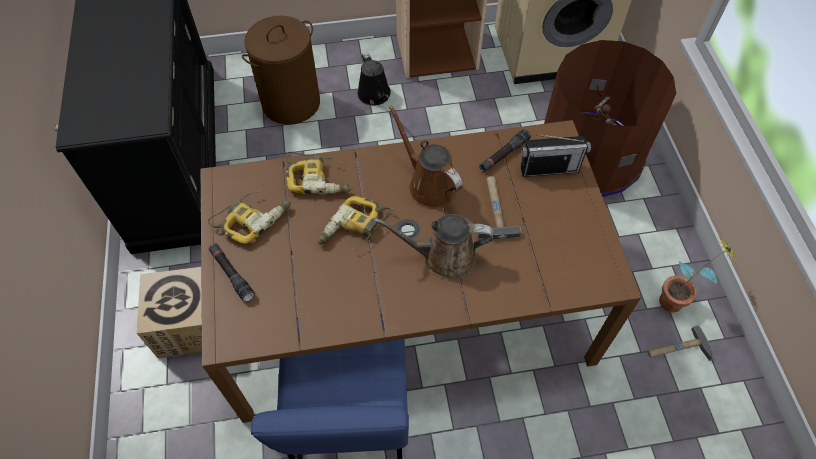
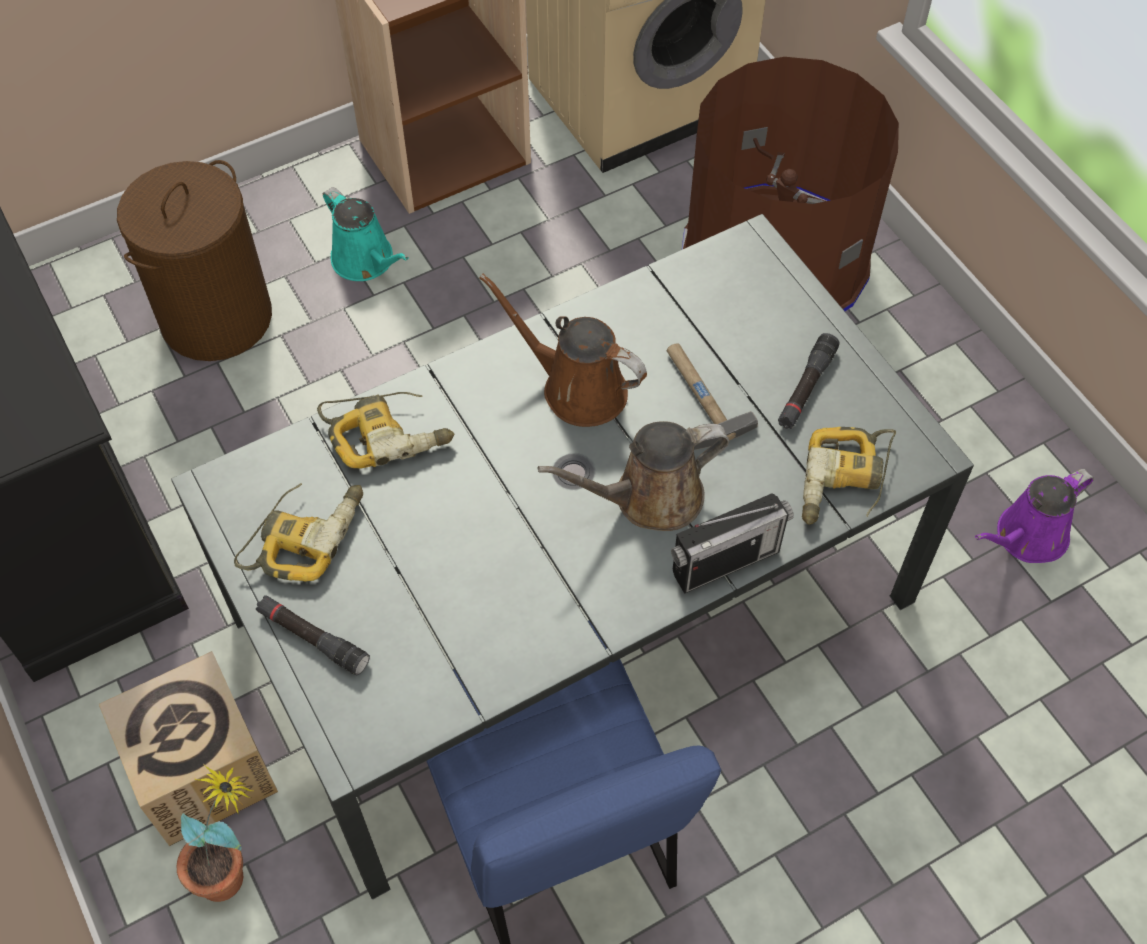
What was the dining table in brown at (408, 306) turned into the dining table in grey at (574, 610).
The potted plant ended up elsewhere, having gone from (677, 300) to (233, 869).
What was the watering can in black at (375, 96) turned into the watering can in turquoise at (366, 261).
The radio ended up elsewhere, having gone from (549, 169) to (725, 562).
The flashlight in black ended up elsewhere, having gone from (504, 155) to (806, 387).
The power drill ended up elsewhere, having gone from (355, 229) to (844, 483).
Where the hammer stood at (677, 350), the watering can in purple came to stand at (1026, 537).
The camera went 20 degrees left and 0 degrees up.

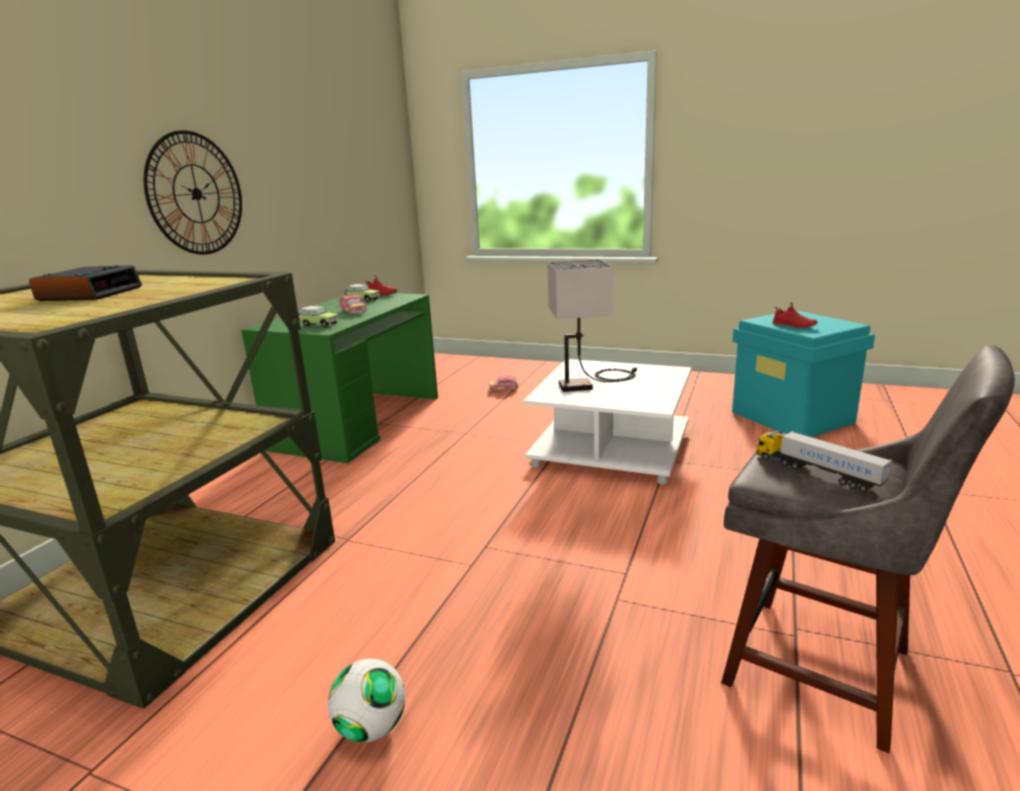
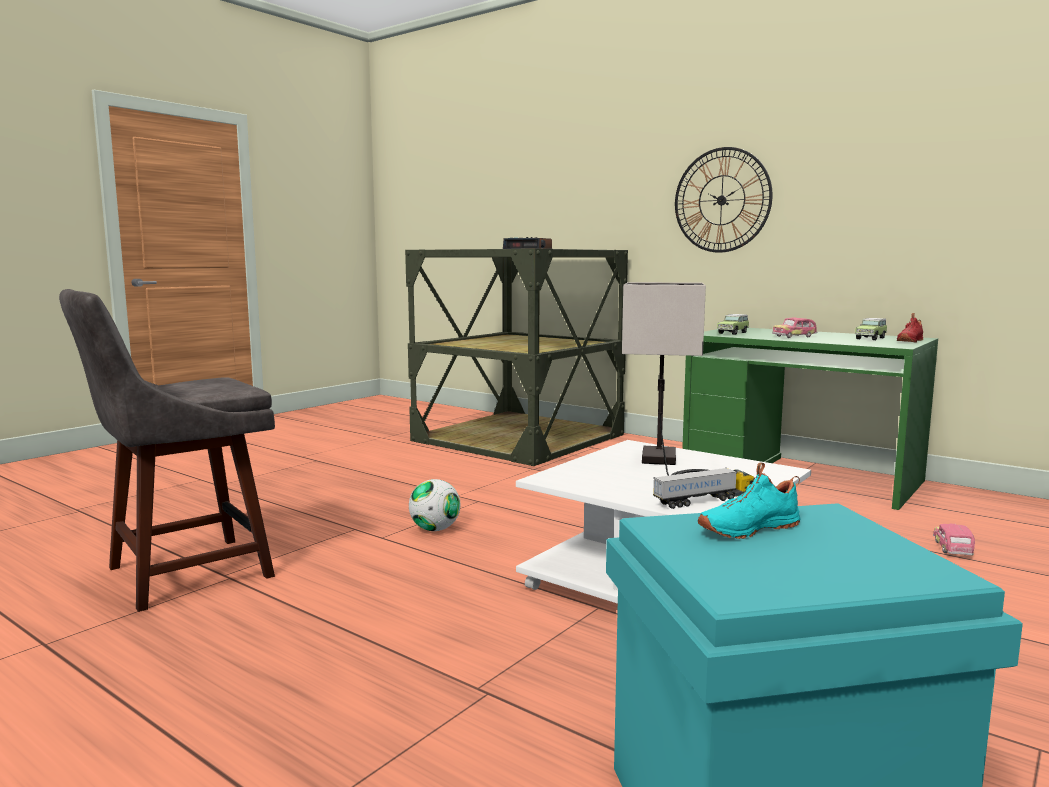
The football ended up elsewhere, having gone from (371, 728) to (435, 529).
The toy truck ended up elsewhere, having gone from (816, 472) to (704, 500).
What was the shoe in red at (793, 326) turned into the shoe in turquoise at (747, 528).
The camera went 105 degrees right and 10 degrees down.

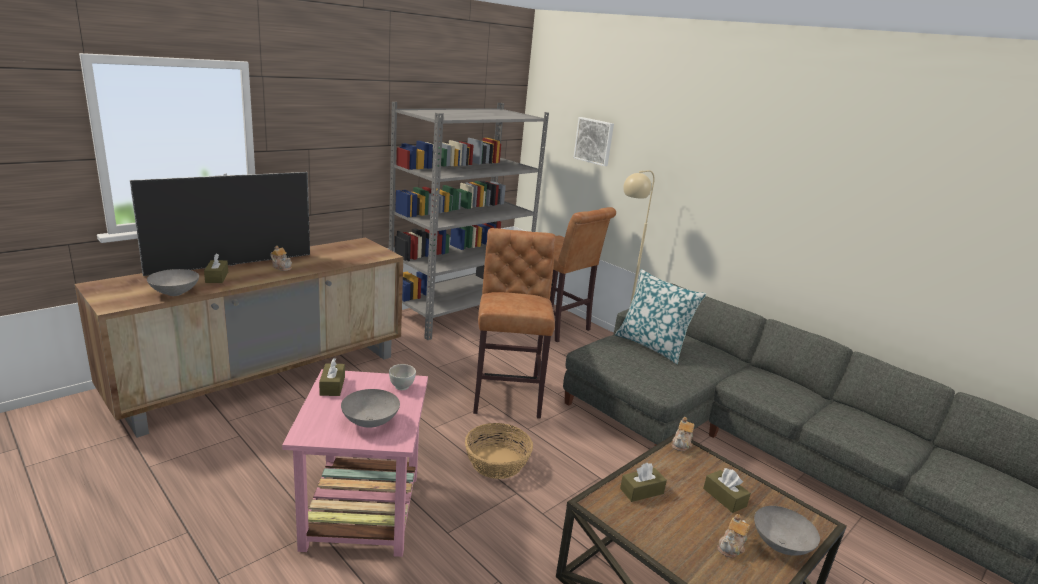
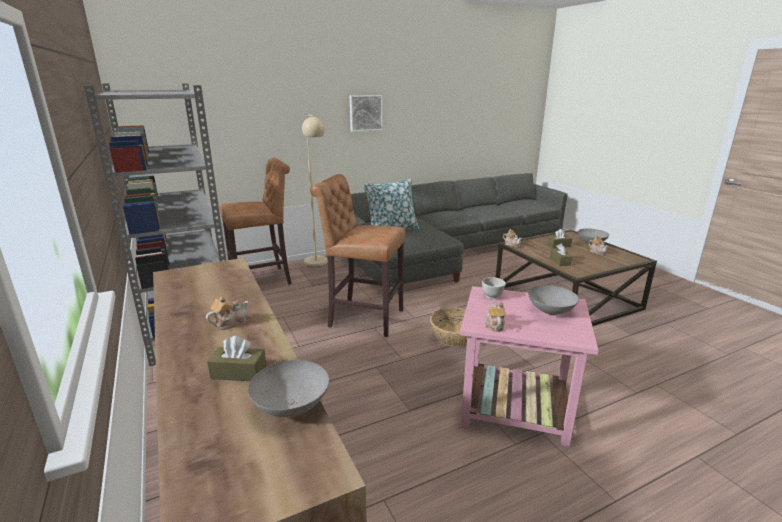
The picture ended up elsewhere, having gone from (594, 141) to (365, 113).
Where the tissue box in brown stood at (332, 386), the teapot came to stand at (494, 325).
The second view lost the television at (232, 264).
The camera went 70 degrees left and 0 degrees up.

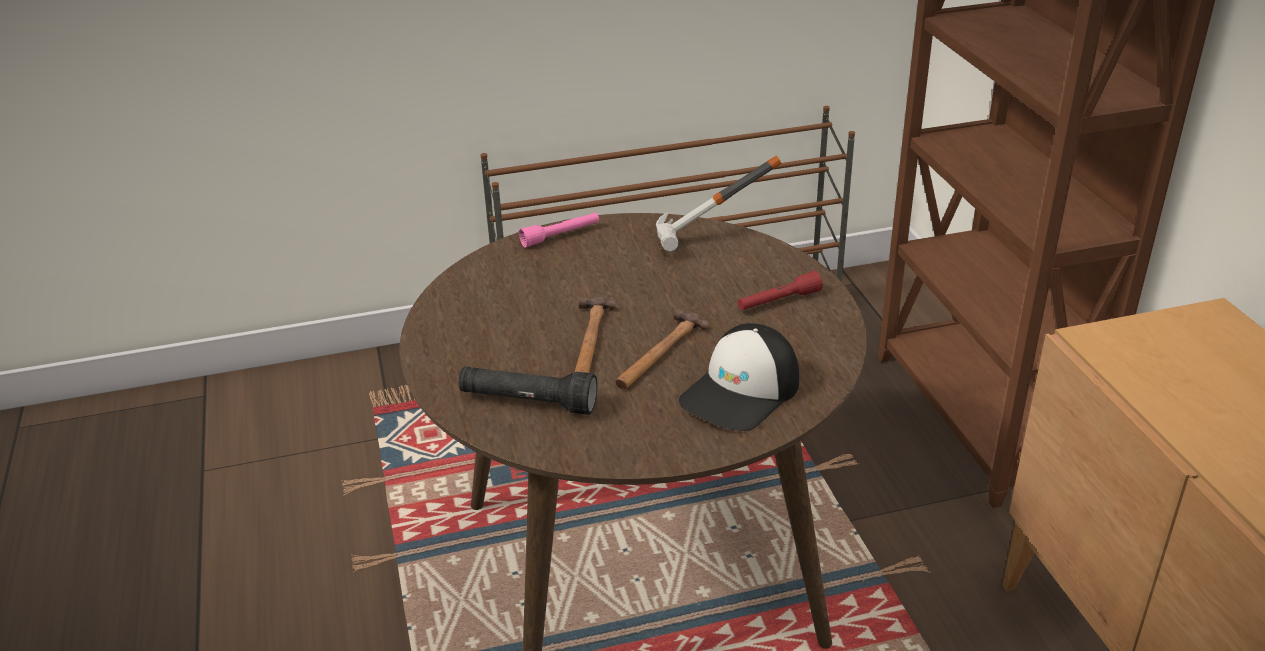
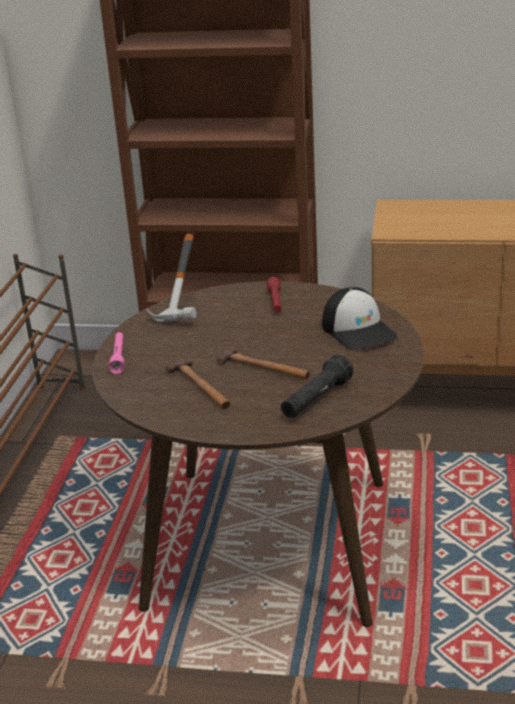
The hammer ended up elsewhere, having gone from (658, 353) to (200, 387).
The camera went 65 degrees left and 5 degrees down.

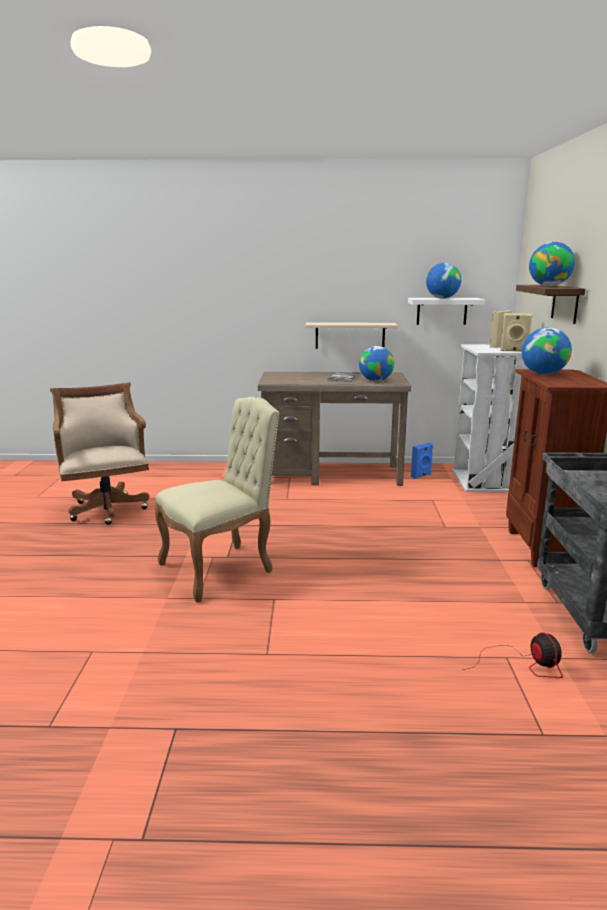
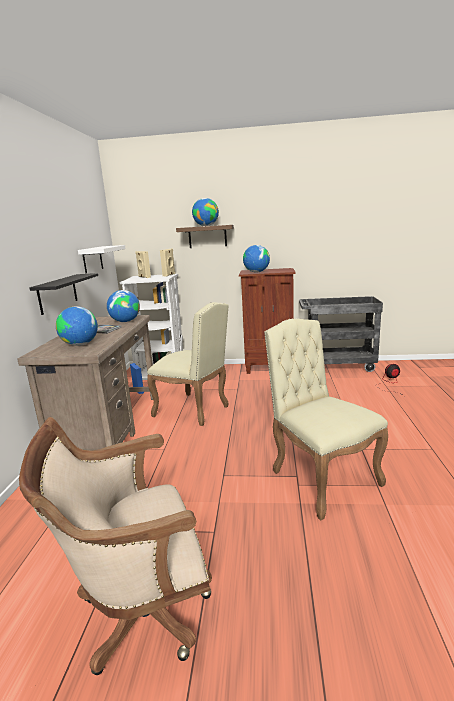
What was the shelf in beige at (350, 335) turned into the shelf in black at (58, 293).
The globe ended up elsewhere, having gone from (442, 298) to (80, 344).
The second view gained the chair in beige at (194, 410).
The camera went 85 degrees left and 0 degrees up.

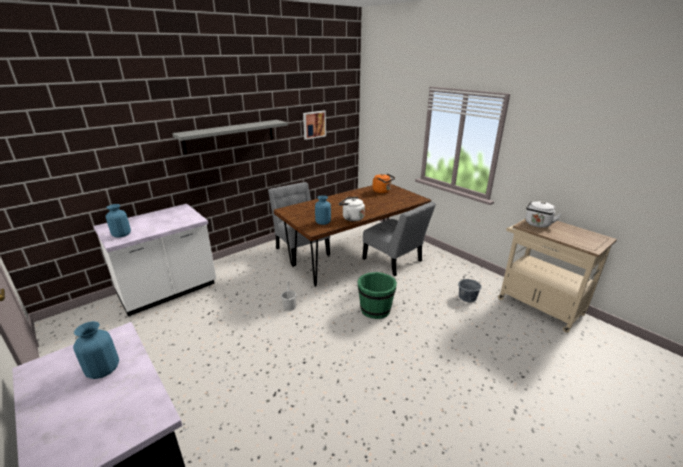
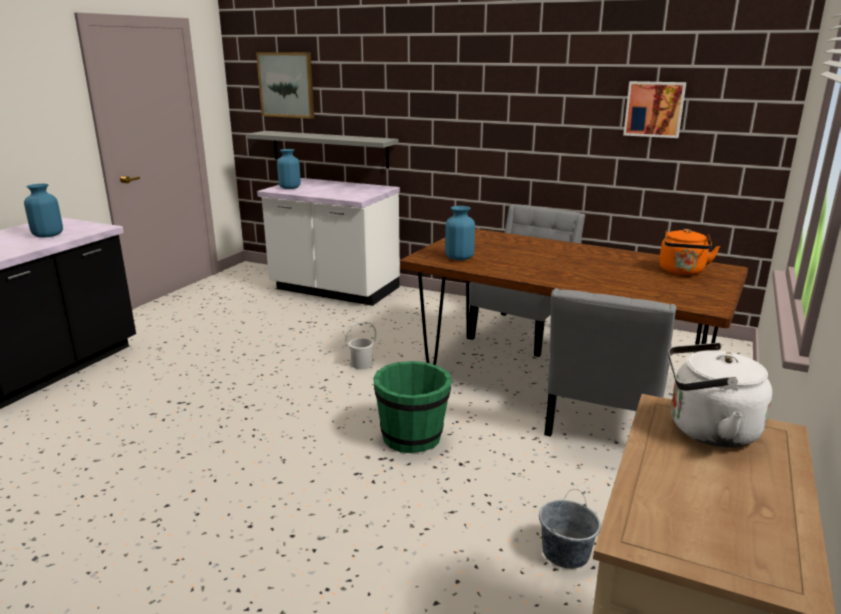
The shelf in grey ended up elsewhere, having gone from (230, 136) to (329, 149).
The second view gained the picture at (286, 85).
The second view lost the kettle in white at (351, 218).
The camera went 65 degrees right and 5 degrees down.

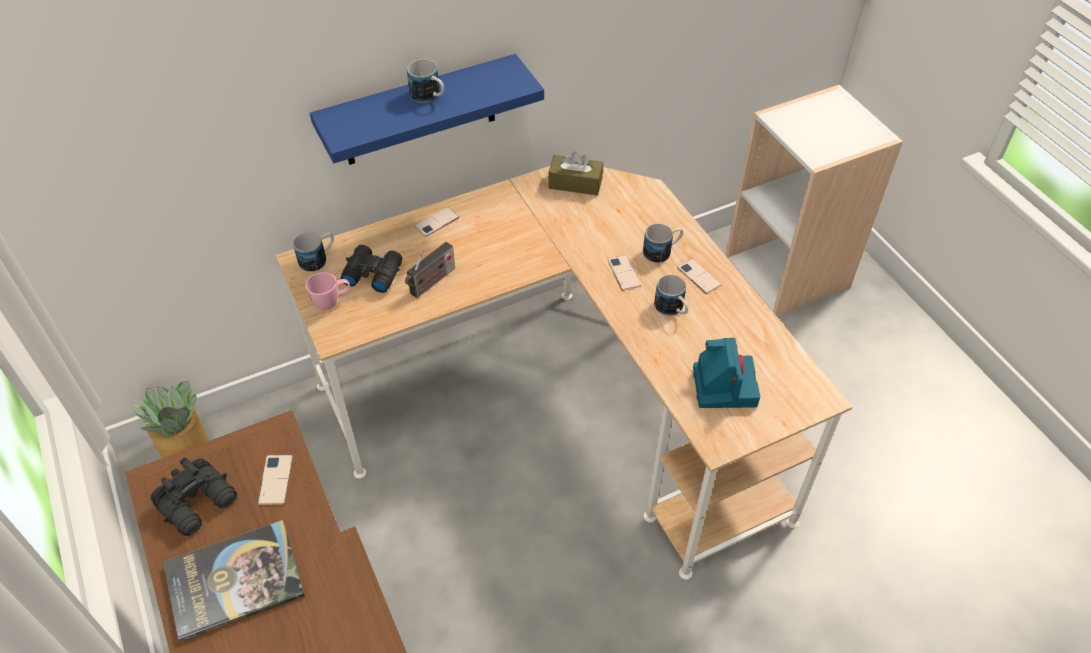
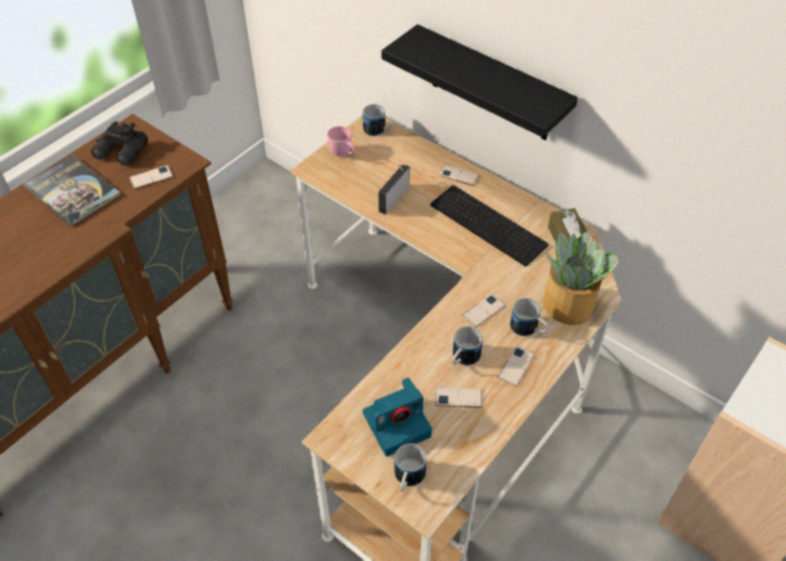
The radio at (431, 283) ended up facing another way, 105 degrees clockwise from before.
What was the shelf in blue at (419, 112) turned into the shelf in black at (491, 85).
The mug ended up elsewhere, having gone from (429, 97) to (407, 479).
The second view gained the keyboard at (490, 224).
The second view gained the phone at (458, 398).
The potted plant ended up elsewhere, having gone from (185, 445) to (568, 306).
The second view lost the binoculars in black at (372, 273).
The camera went 65 degrees right and 0 degrees up.

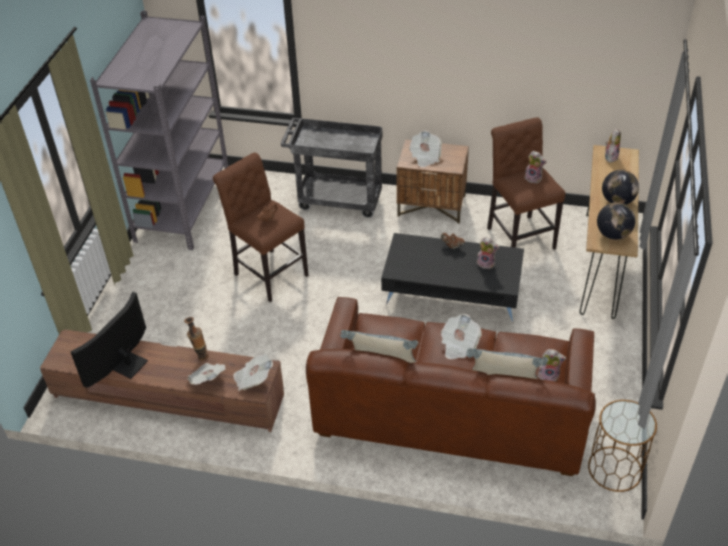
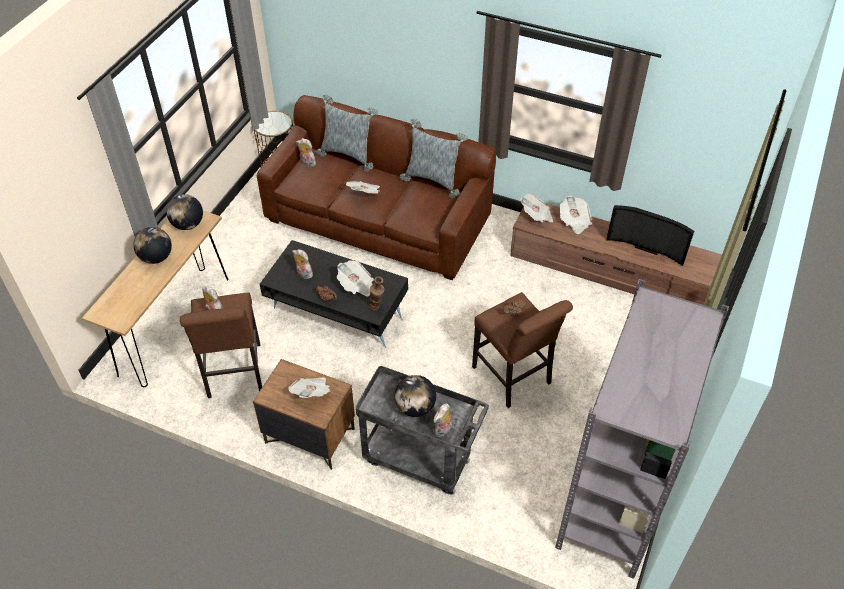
The second view gained the newspaper at (356, 285).
The vase ended up elsewhere, having gone from (200, 355) to (377, 309).
The second view gained the globe at (415, 407).
The plush toy ended up elsewhere, having gone from (610, 156) to (442, 431).
The television at (125, 362) ended up facing another way, 75 degrees clockwise from before.
The camera went 170 degrees left and 5 degrees up.

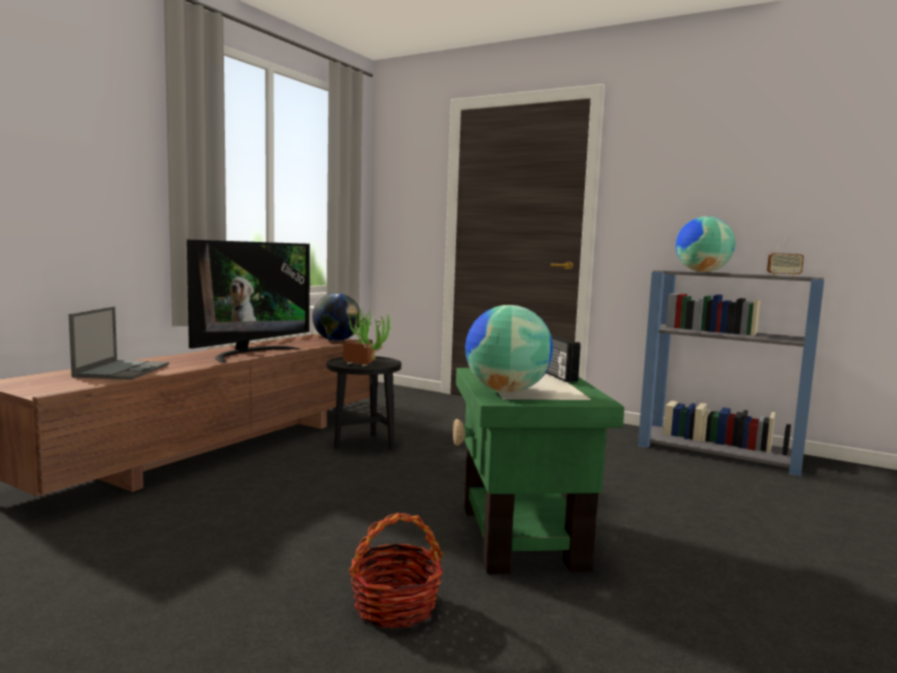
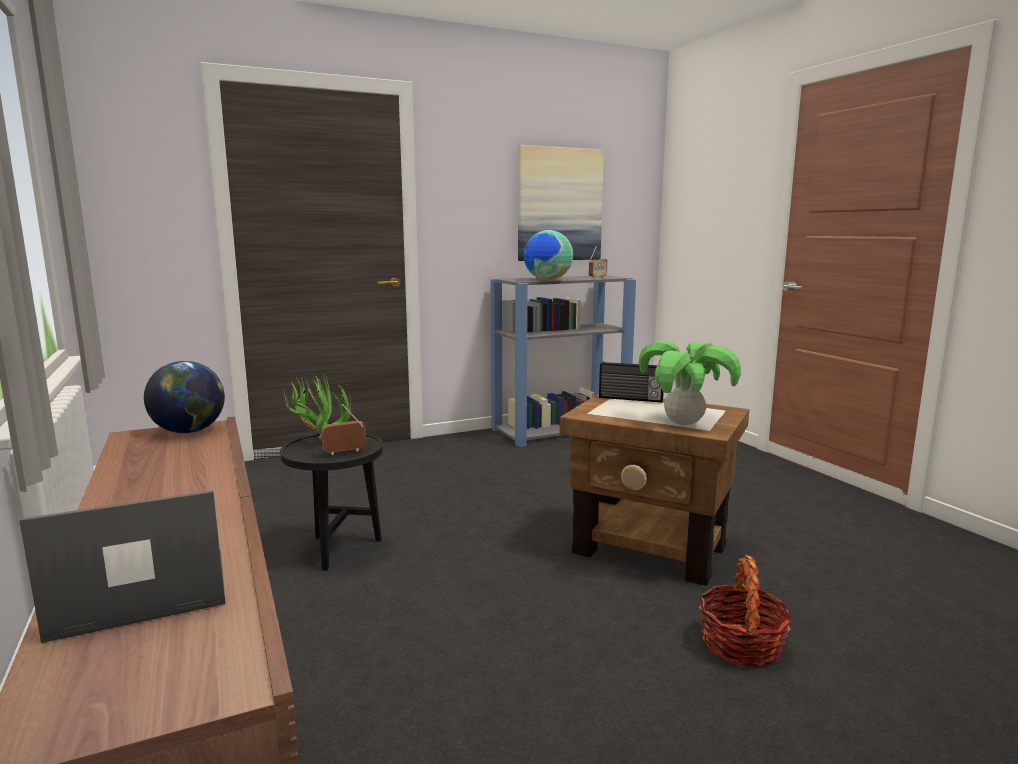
The laptop at (123, 370) ended up facing another way, 60 degrees counterclockwise from before.
The second view gained the picture at (559, 205).
What was the side table in green at (520, 536) turned into the side table in brown at (649, 550).
Where the globe stood at (506, 391), the potted plant came to stand at (683, 423).
The second view lost the television at (250, 353).
The camera went 55 degrees left and 5 degrees up.

